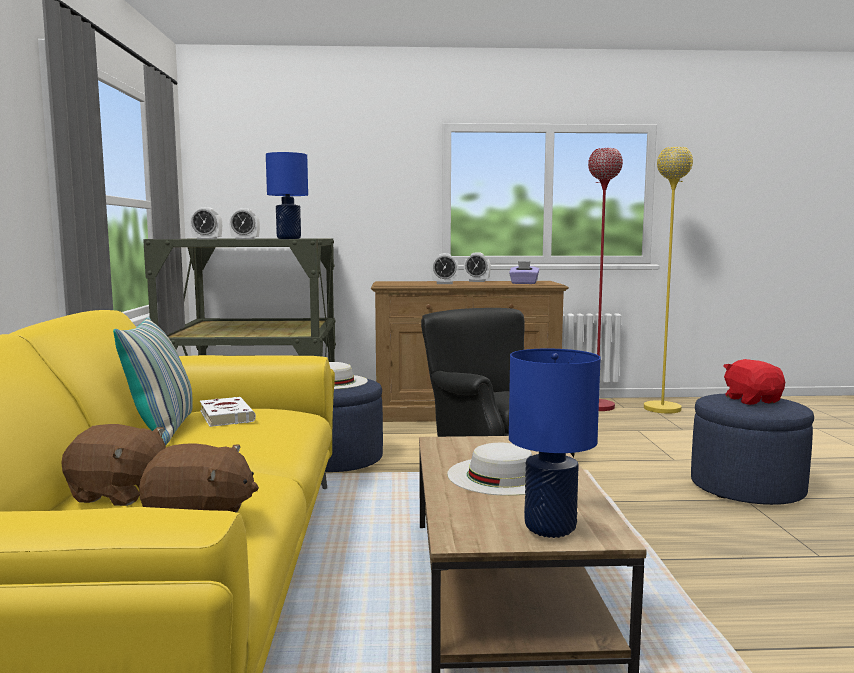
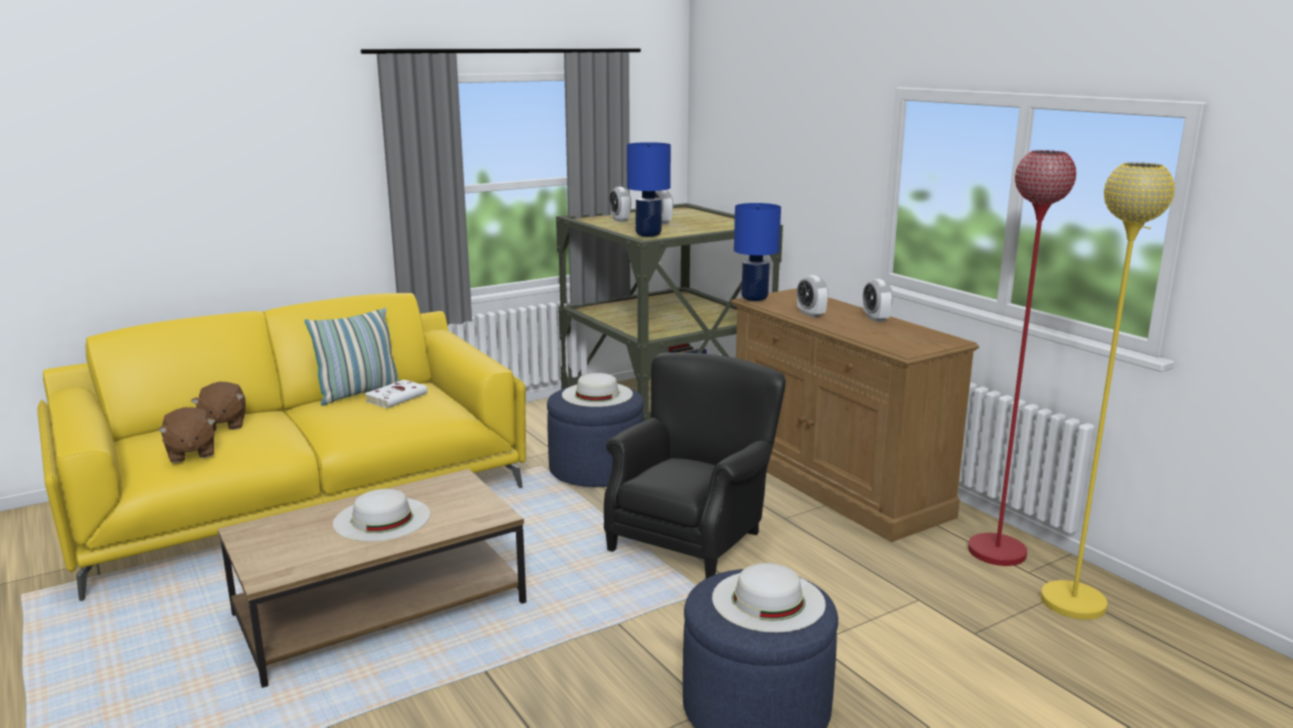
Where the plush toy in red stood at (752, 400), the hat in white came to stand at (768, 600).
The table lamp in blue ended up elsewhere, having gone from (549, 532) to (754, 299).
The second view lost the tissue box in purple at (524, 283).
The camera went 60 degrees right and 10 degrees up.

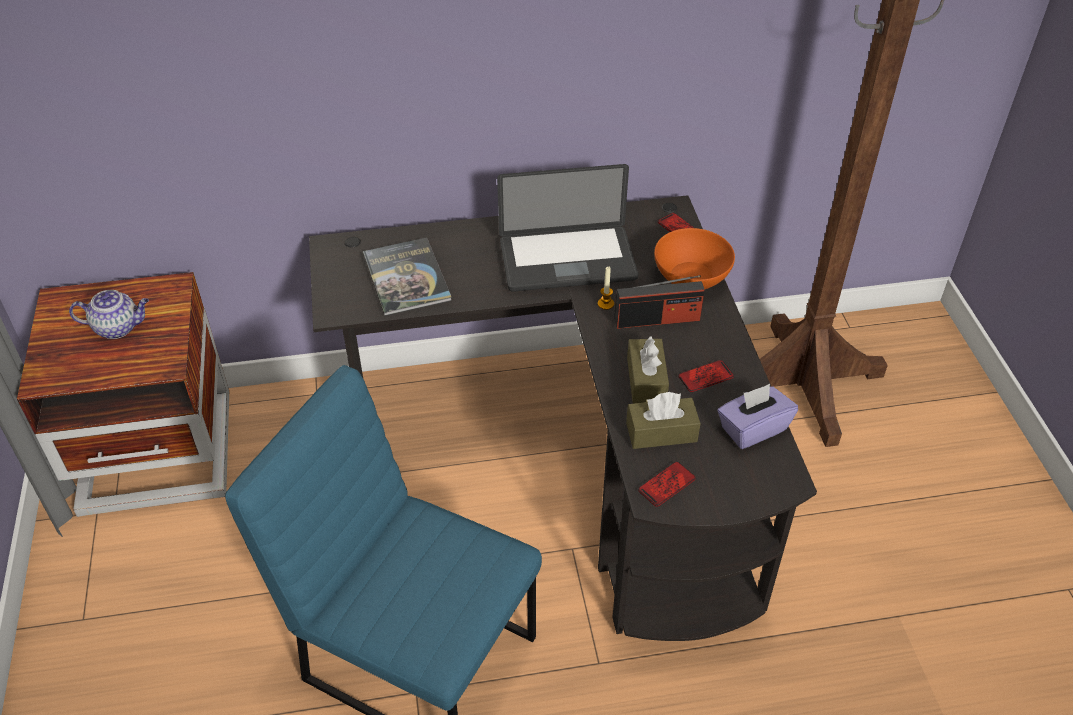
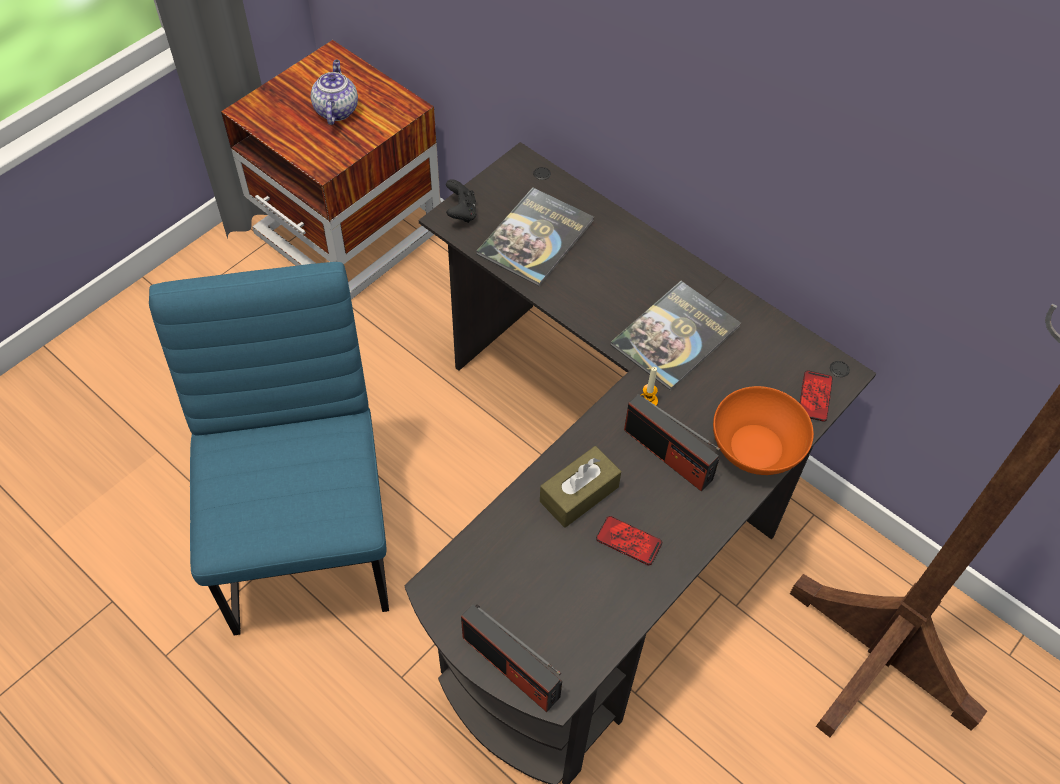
The teapot at (118, 327) ended up facing another way, 135 degrees counterclockwise from before.
The second view gained the game controller in black at (461, 212).
The second view gained the radio at (511, 667).
Where the laptop stood at (567, 261), the book came to stand at (675, 336).
The second view lost the tissue box in brown at (661, 432).
The second view lost the phone at (666, 484).
The second view lost the tissue box in purple at (752, 429).
The camera went 50 degrees right and 10 degrees up.

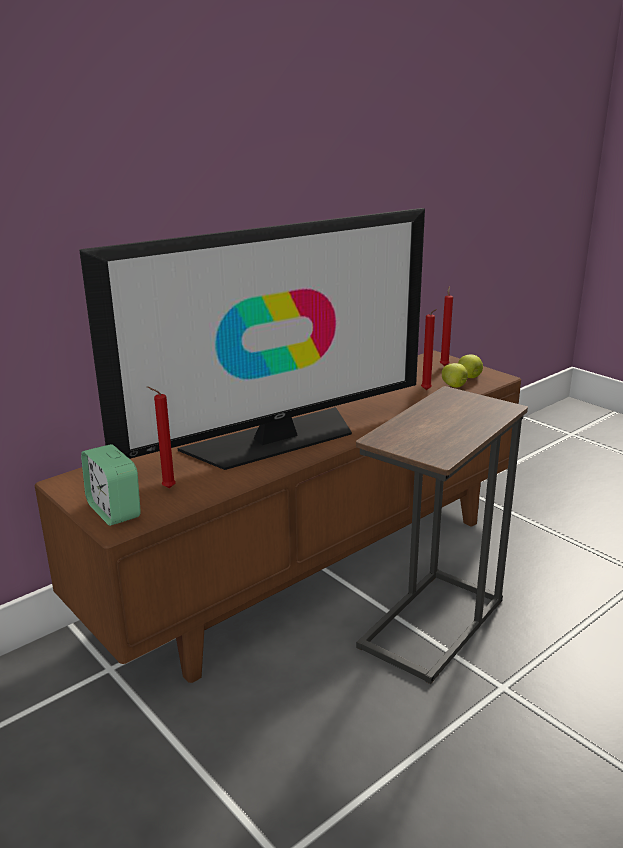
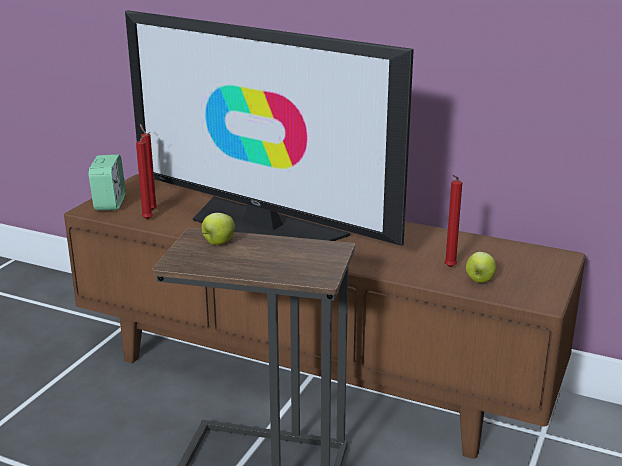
The alarm clock at (114, 511) ended up facing another way, 150 degrees clockwise from before.
The candle in red ended up elsewhere, having gone from (444, 365) to (149, 219).
The apple ended up elsewhere, having gone from (469, 377) to (218, 243).
The camera went 65 degrees right and 0 degrees up.

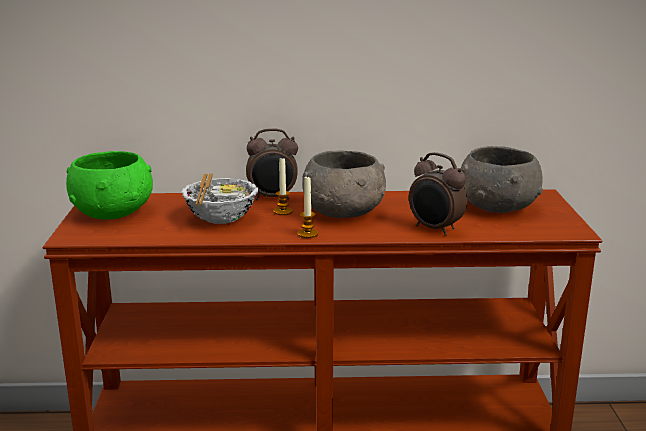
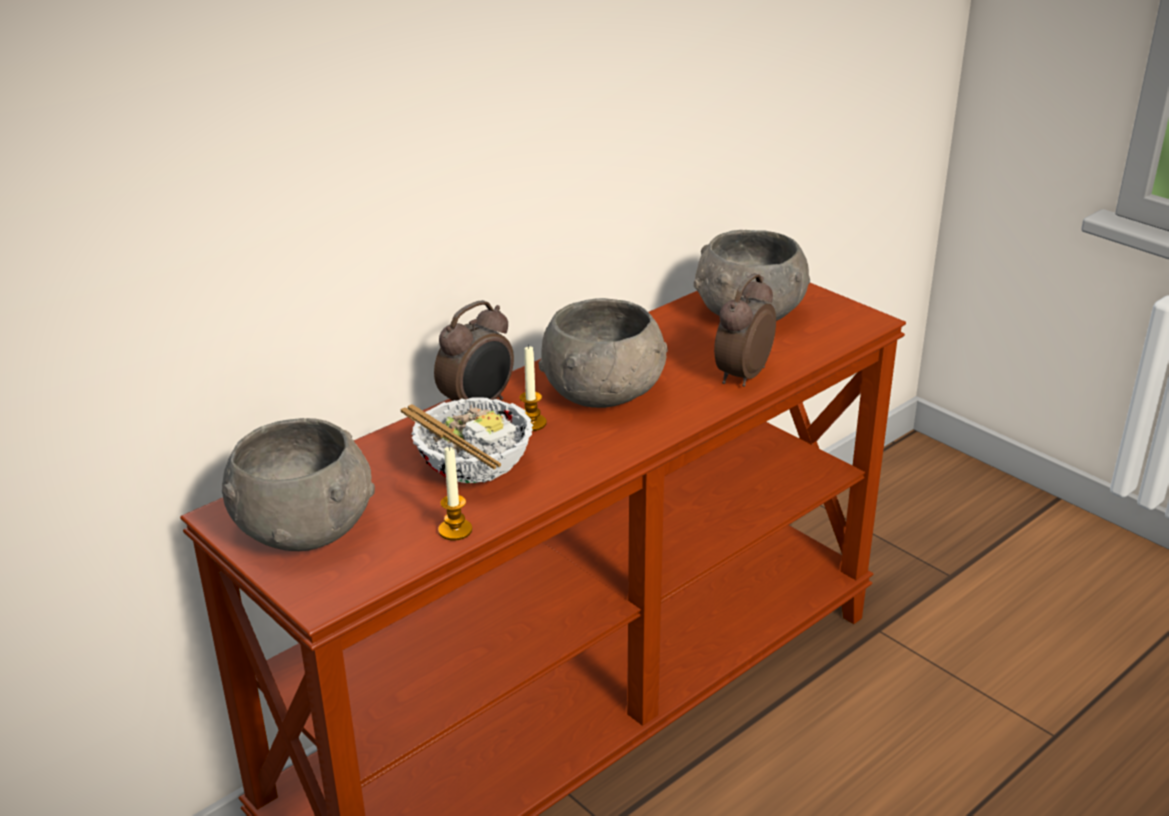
What was the bowl in green at (114, 212) turned into the bowl in grey at (304, 527).
The candle ended up elsewhere, having gone from (307, 234) to (455, 530).
The alarm clock at (435, 229) ended up facing another way, 120 degrees clockwise from before.
The camera went 40 degrees left and 10 degrees up.

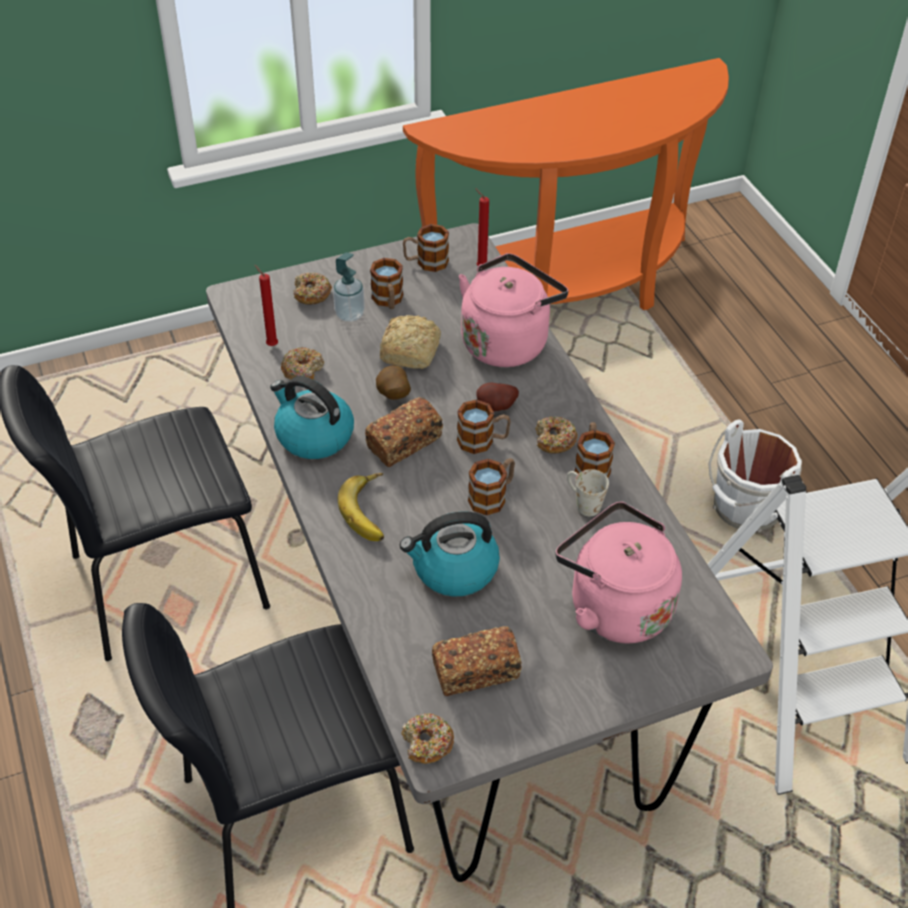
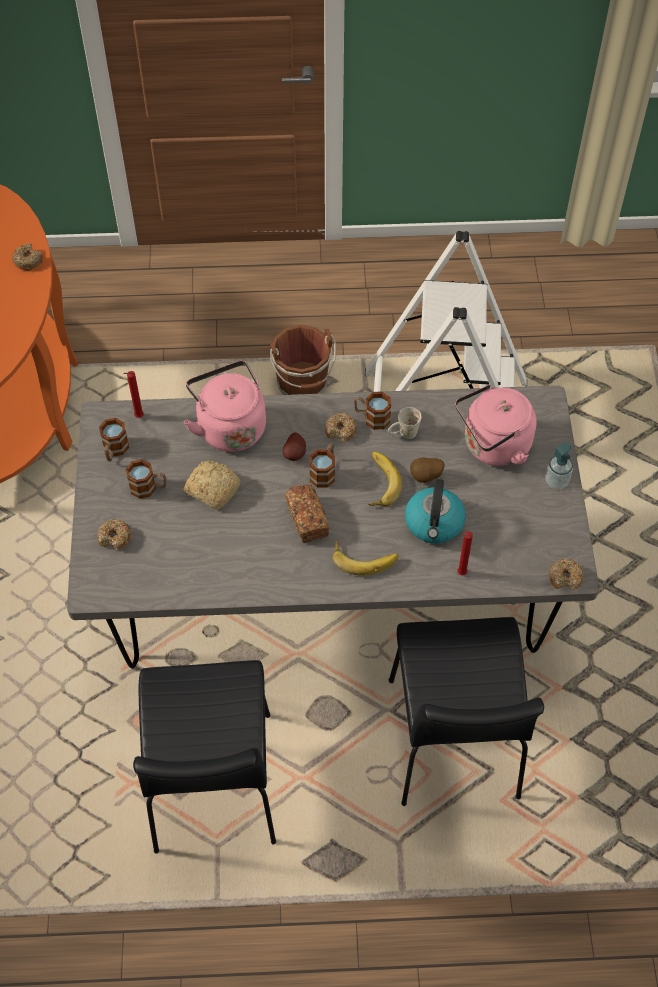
The donut ended up elsewhere, having gone from (303, 370) to (28, 261).
What was the bucket in white at (745, 510) turned into the bucket in brown at (303, 384).
Where the mug stood at (492, 496), the banana came to stand at (378, 482).
The potato ended up elsewhere, having gone from (393, 396) to (426, 477).
The candle in red ended up elsewhere, having gone from (270, 344) to (460, 574).
The soap dispenser ended up elsewhere, having gone from (349, 315) to (556, 481).
The second view lost the kettle at (313, 436).
The second view lost the bread at (476, 672).
The camera went 70 degrees left and 10 degrees up.

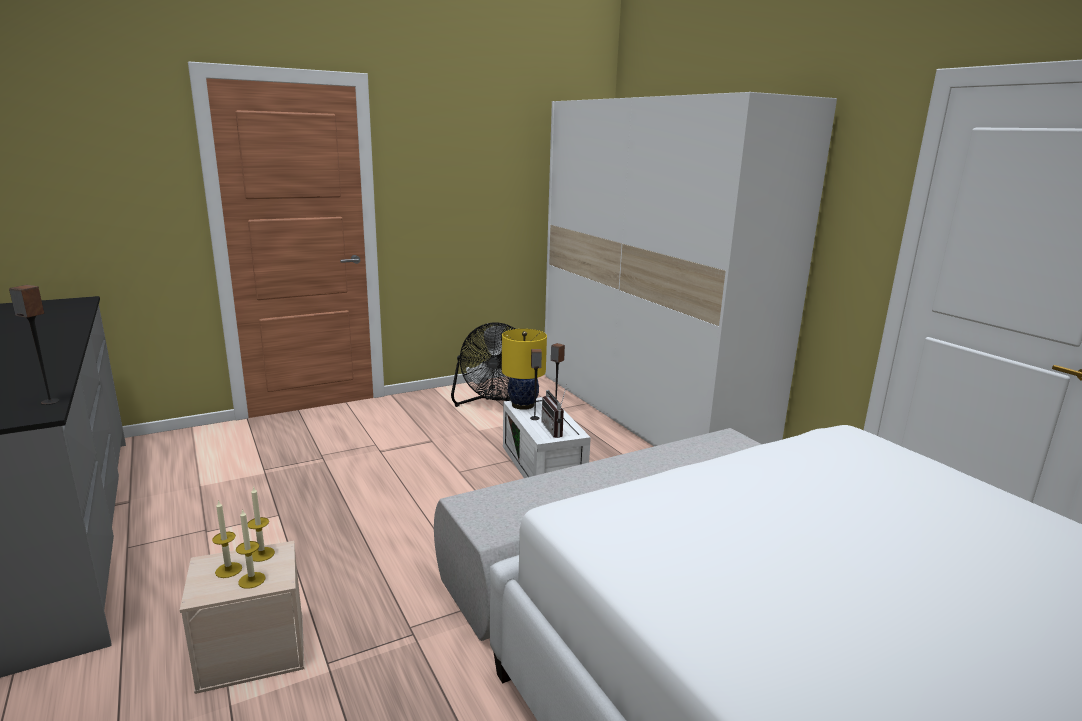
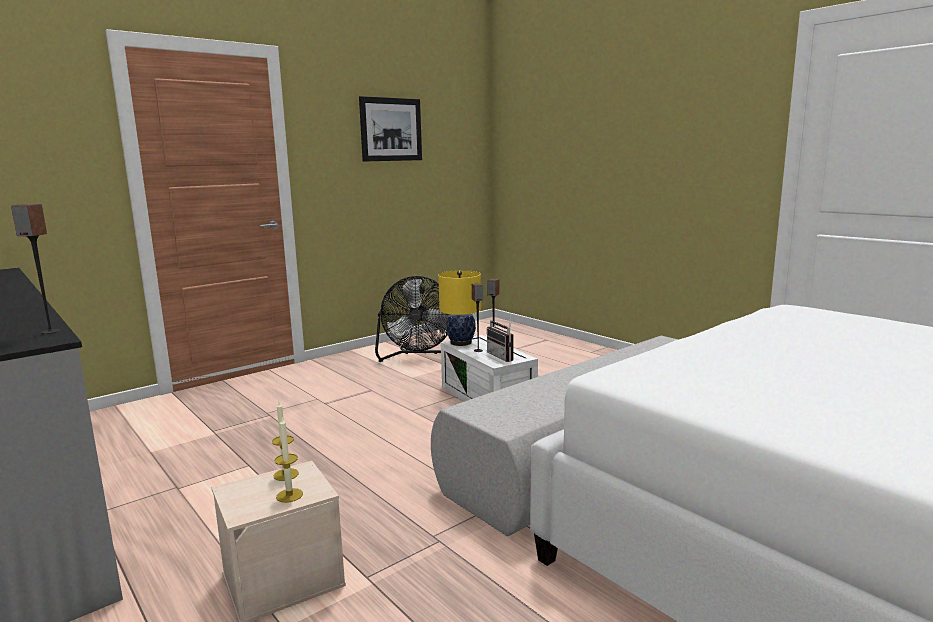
The second view gained the picture at (391, 129).
The second view lost the candle at (228, 570).
The second view lost the wardrobe in white at (646, 413).
The camera went 10 degrees left and 5 degrees down.

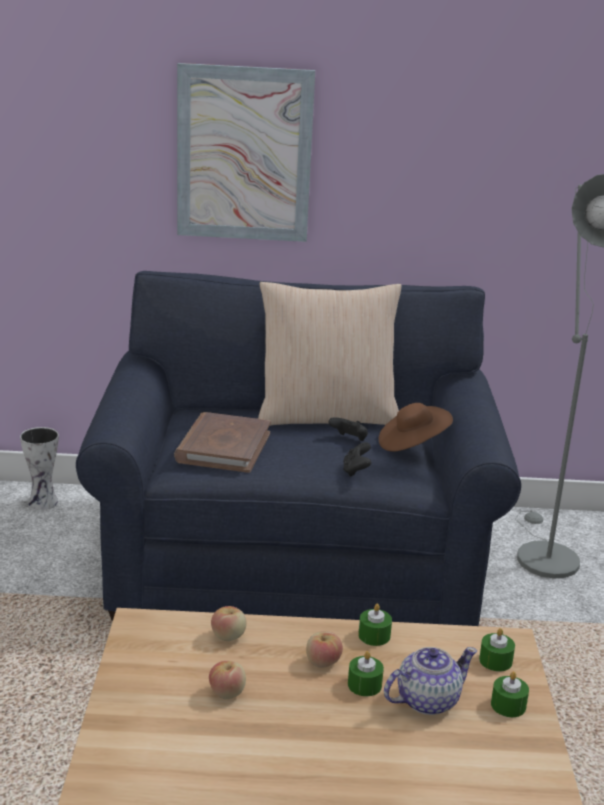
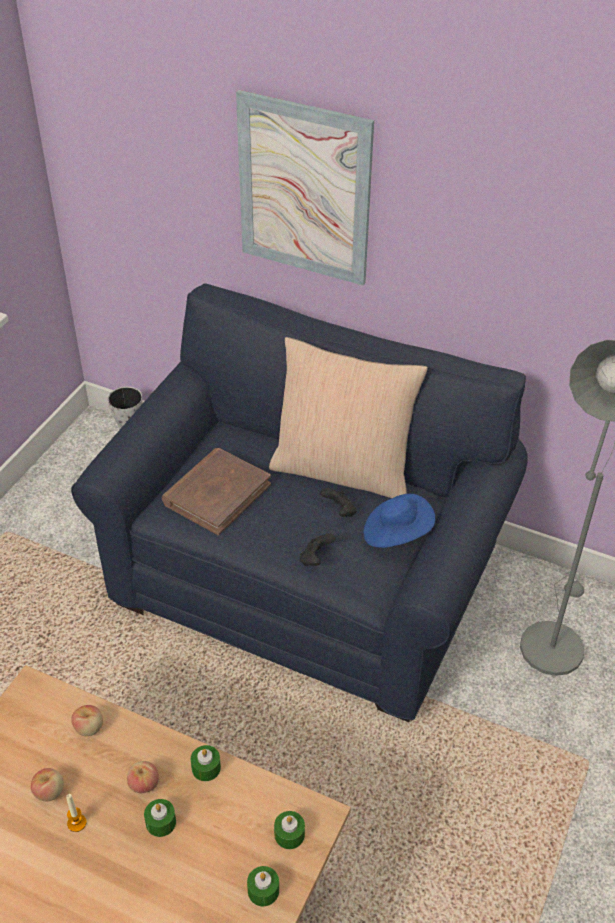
The second view gained the candle at (77, 823).
What was the hat in brown at (412, 444) turned into the hat in blue at (396, 534).
The second view lost the teapot at (426, 700).
The camera went 25 degrees right and 20 degrees up.

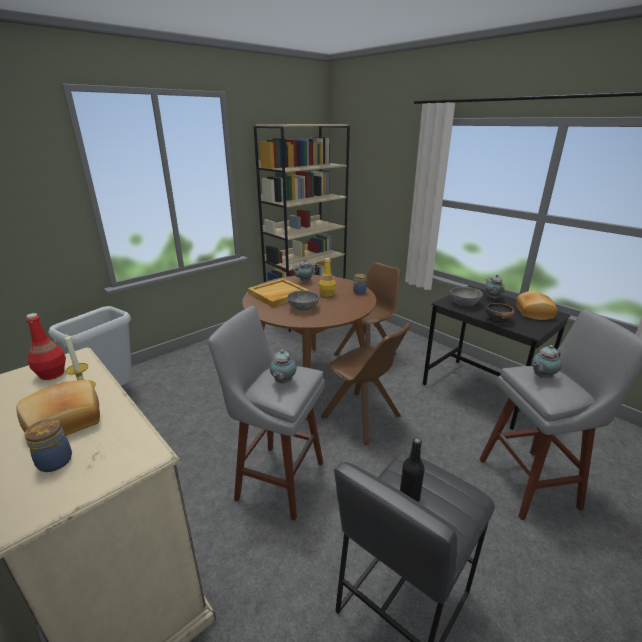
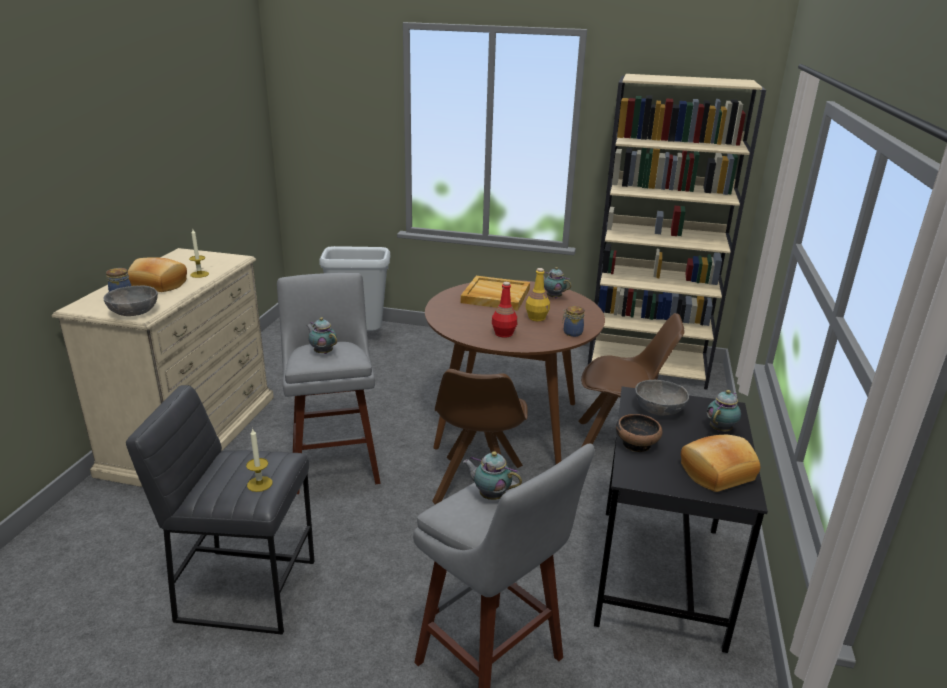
The bowl in grey ended up elsewhere, having gone from (303, 308) to (133, 312).
The second view gained the candle at (259, 484).
The teapot at (282, 382) ended up facing another way, 60 degrees clockwise from before.
The bottle in red ended up elsewhere, having gone from (52, 374) to (503, 333).
The second view lost the bottle in black at (409, 496).
The camera went 55 degrees right and 0 degrees up.

